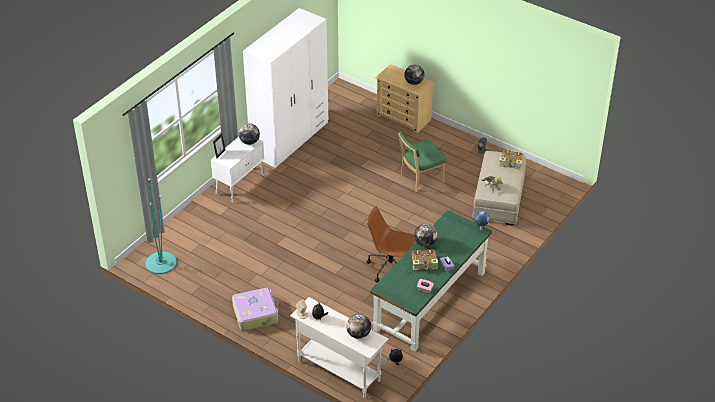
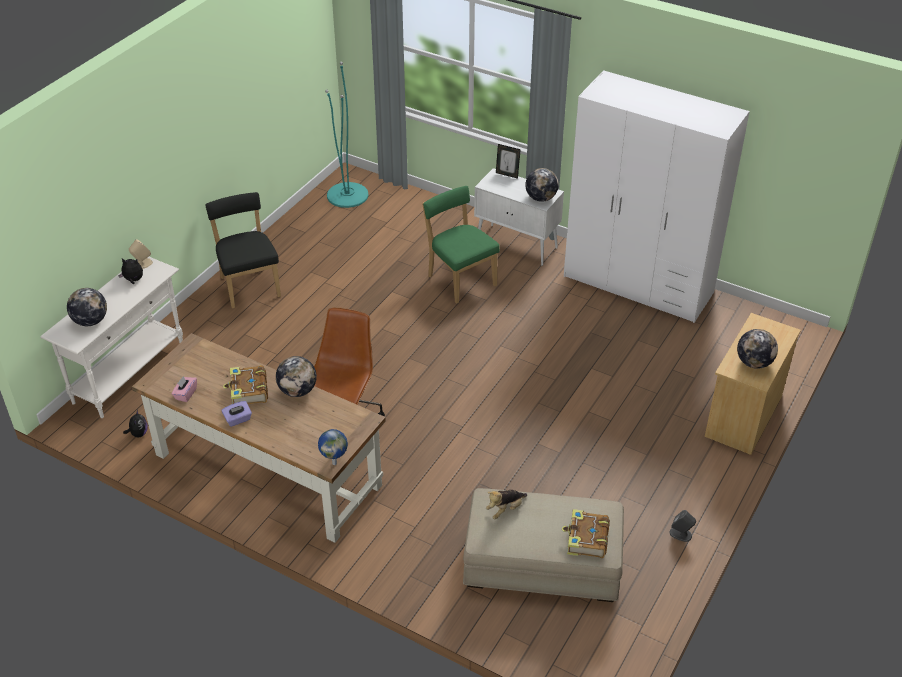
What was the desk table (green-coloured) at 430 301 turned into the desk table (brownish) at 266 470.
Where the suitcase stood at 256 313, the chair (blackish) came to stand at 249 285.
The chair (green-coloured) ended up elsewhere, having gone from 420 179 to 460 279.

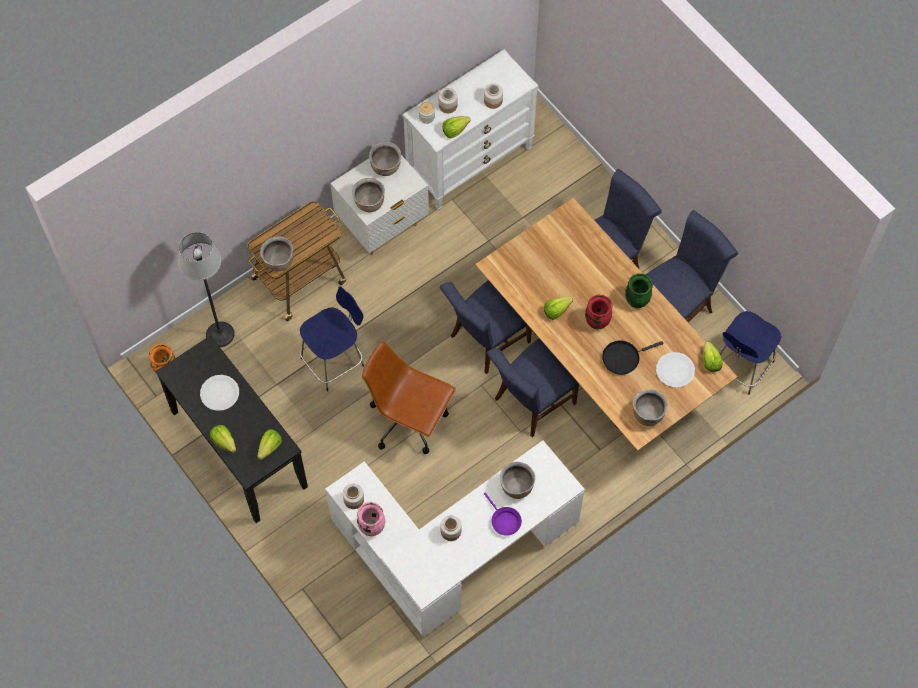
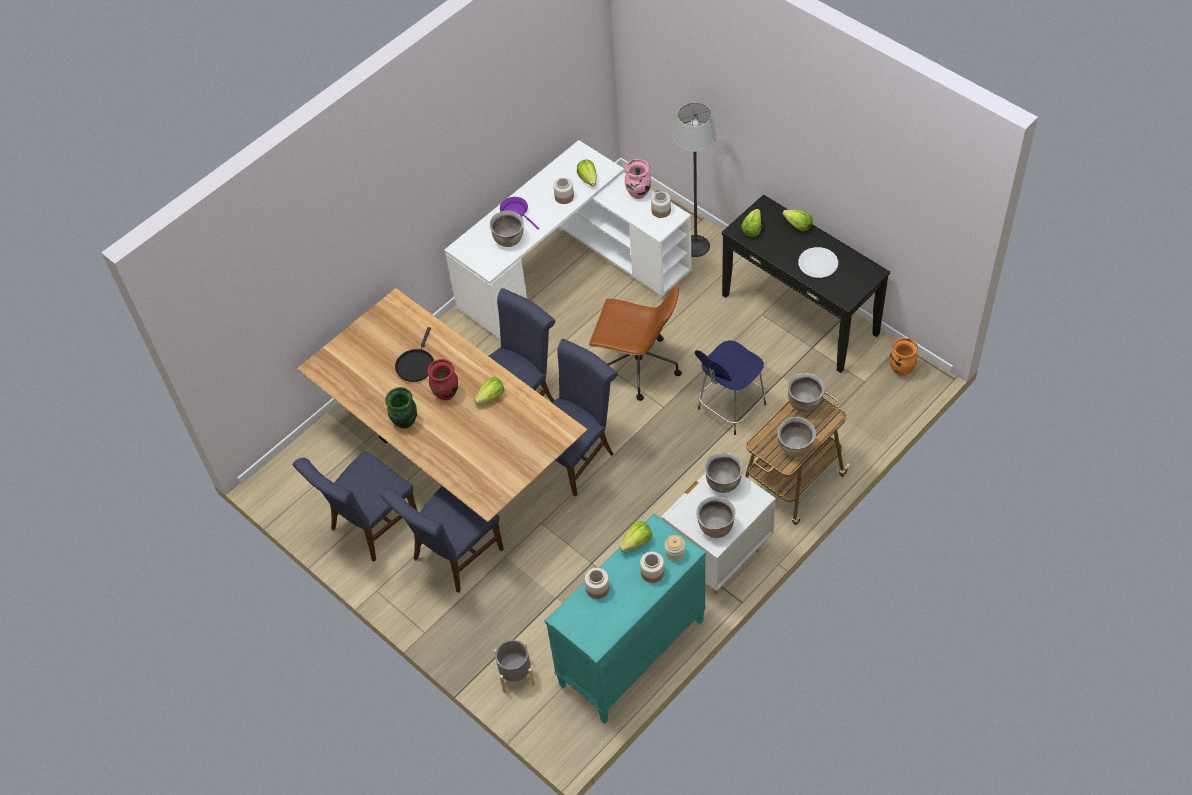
The skillet (blackish) at 623 357 ended up facing another way, 135 degrees clockwise from before.
The second view gained the flower pot (gray) at 516 675.
What was the drawer chest (white-coloured) at 470 162 turned into the drawer chest (turquoise-coloured) at 631 654.
The lettuce head ended up elsewhere, having gone from 710 362 to 588 179.
The standard lamp ended up elsewhere, having gone from 220 334 to 695 246.
The saucepot (brownish) ended up elsewhere, having gone from 647 414 to 795 447.
The second view lost the dinner plate (white-coloured) at 675 370.
The second view lost the sitting stool (blue-coloured) at 741 367.

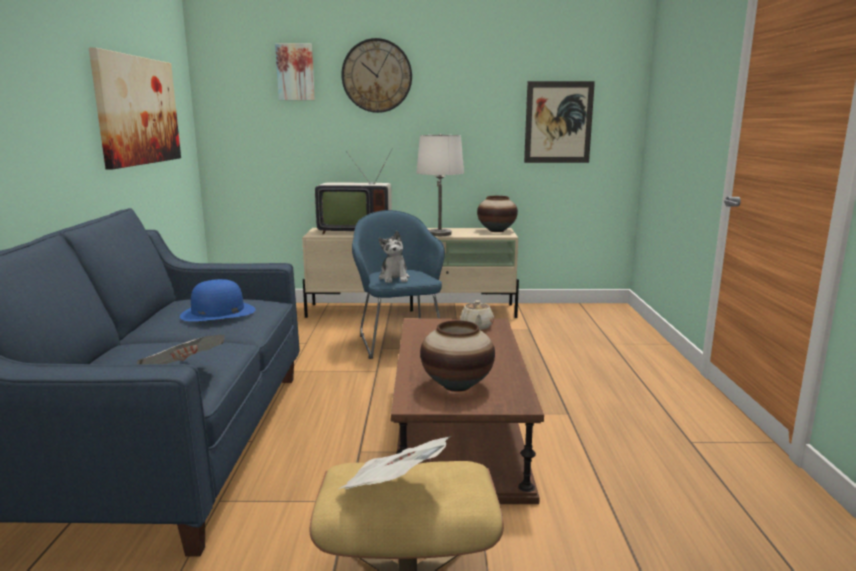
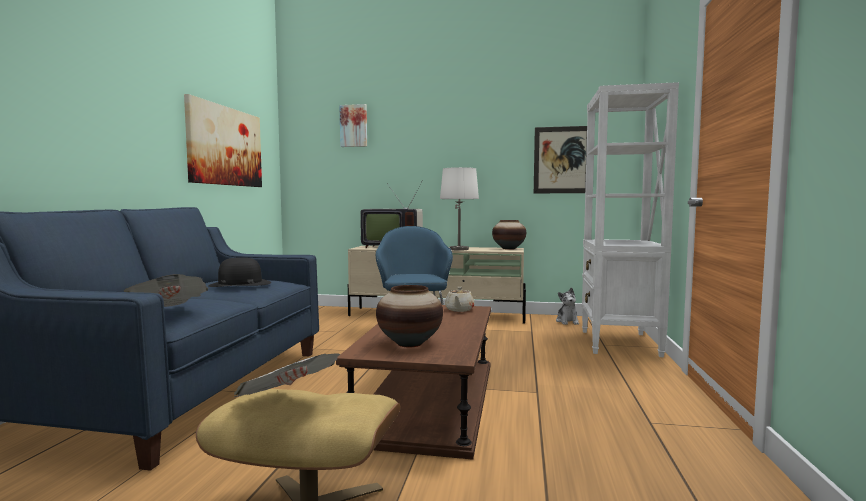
What was the hat (blue-coloured) at 217 312 turned into the hat (blackish) at 240 284.
The cuddly toy ended up elsewhere, having gone from 394 278 to 567 321.
The second view gained the bookshelf (white-coloured) at 619 343.
The second view lost the hanging clock at 377 76.

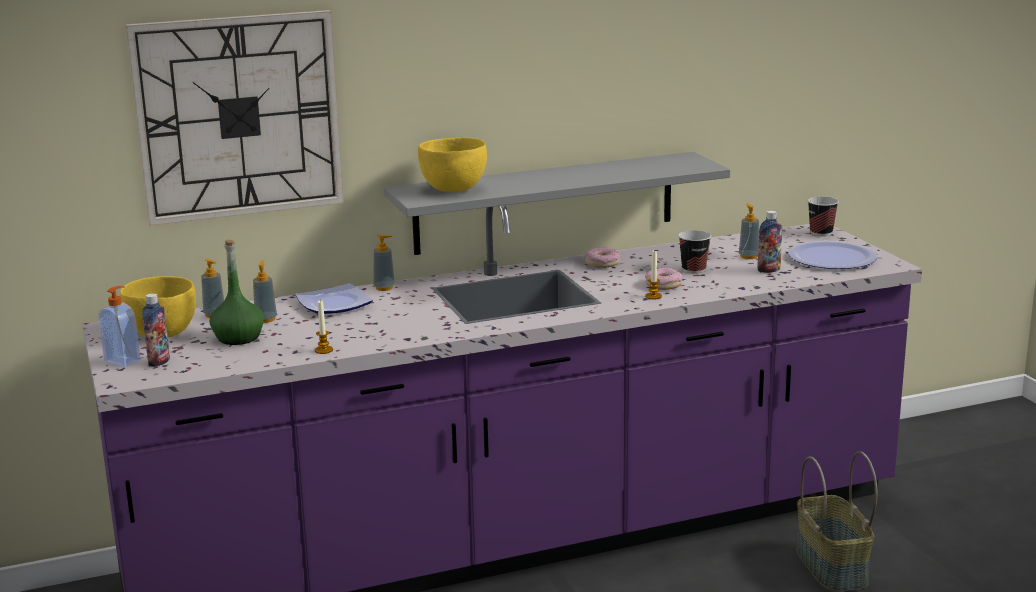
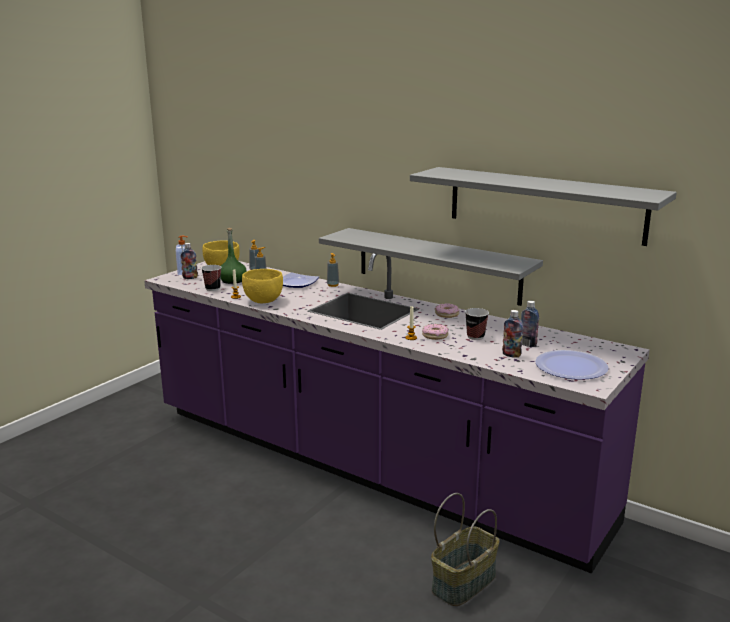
The small cup ended up elsewhere, having gone from 821 233 to 212 288.
The bowl (yellow) ended up elsewhere, having gone from 454 189 to 263 301.
The second view gained the bracket shelf (gray) at 544 204.
Where the soap bottle stood at 748 256, the beverage bottle came to stand at 528 344.
The second view lost the hanging clock at 238 116.

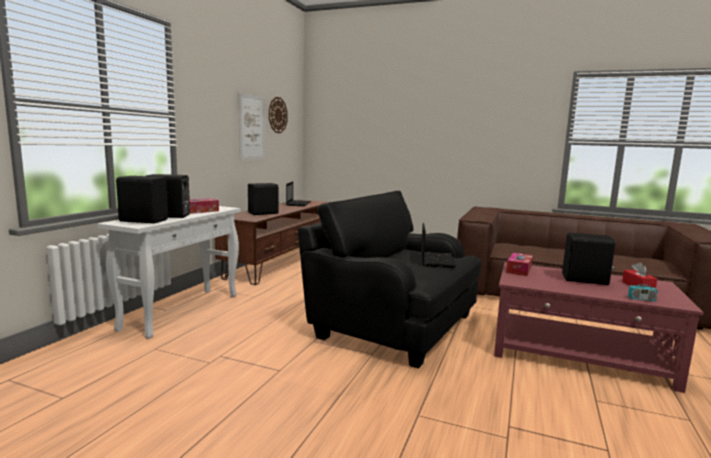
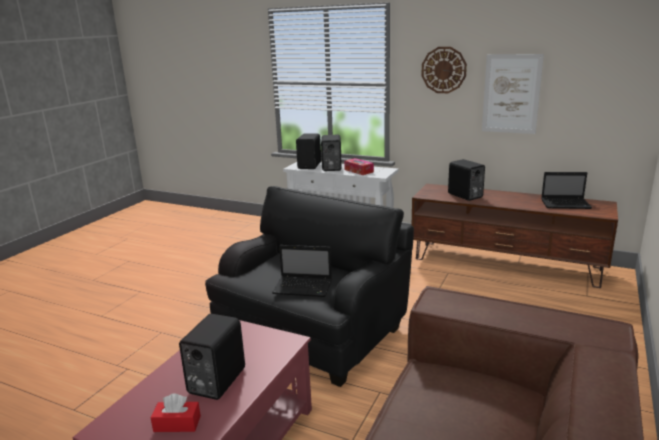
The hanging clock ended up elsewhere, having gone from 277 115 to 443 70.
The second view lost the box of tissues at 519 270.
The second view lost the radio receiver at 641 299.

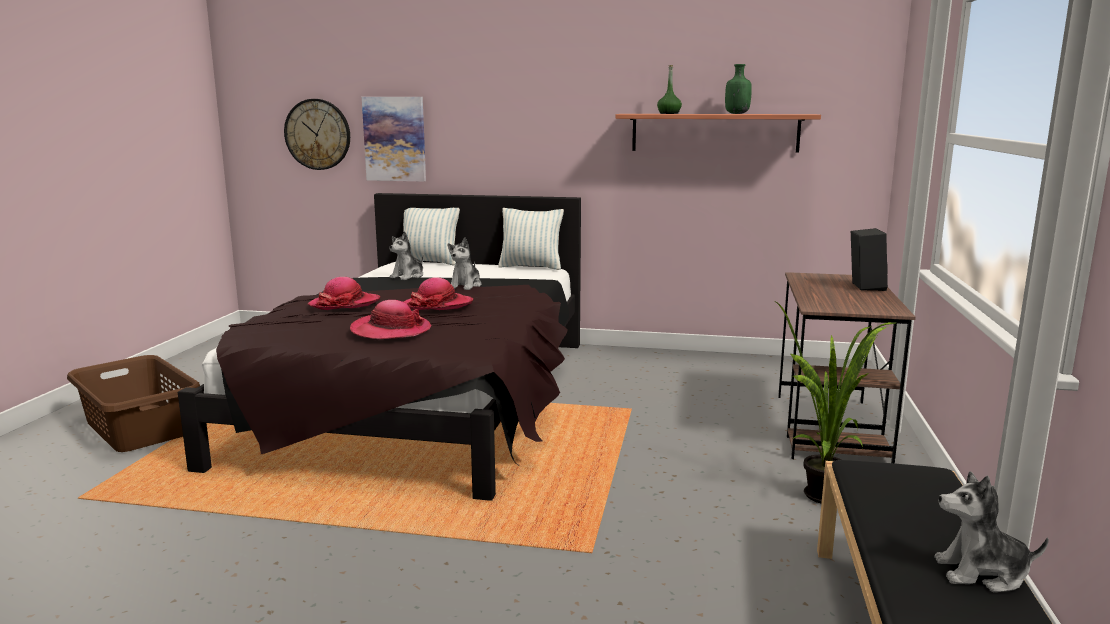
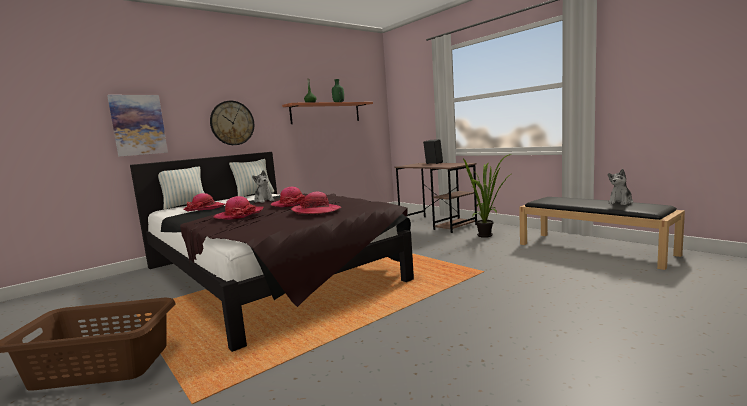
Where the cuddly toy stood at 408 276, the hat came to stand at 204 208.
The hanging clock ended up elsewhere, having gone from 317 134 to 232 123.

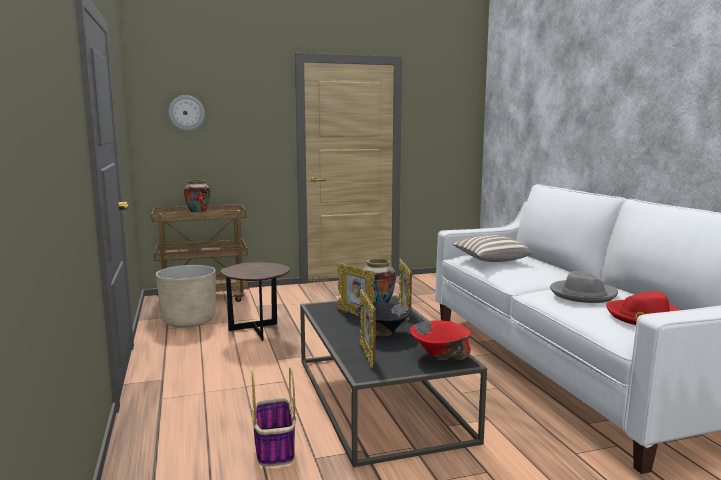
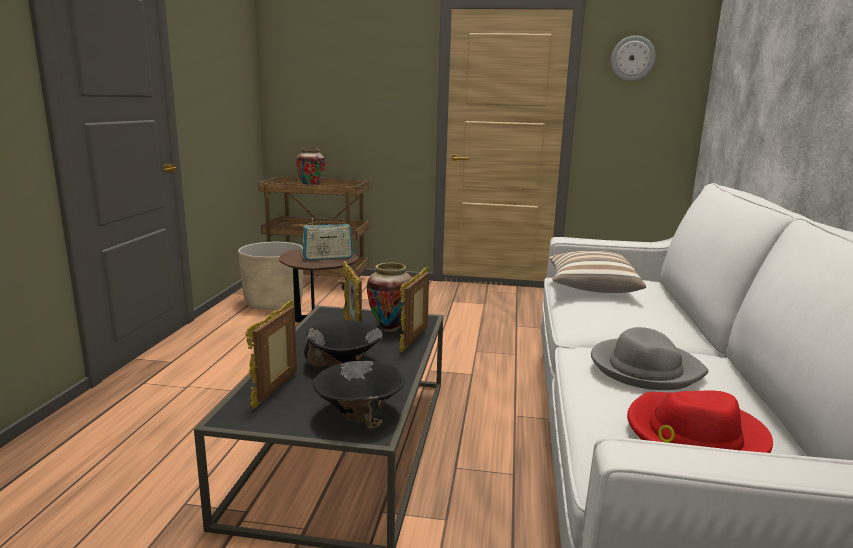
The second view gained the radio receiver at 328 257.
What was the bowl (red-coloured) at 439 355 turned into the bowl (blackish) at 360 414.
The hanging clock ended up elsewhere, having gone from 186 113 to 632 58.
The second view lost the household basket at 274 448.

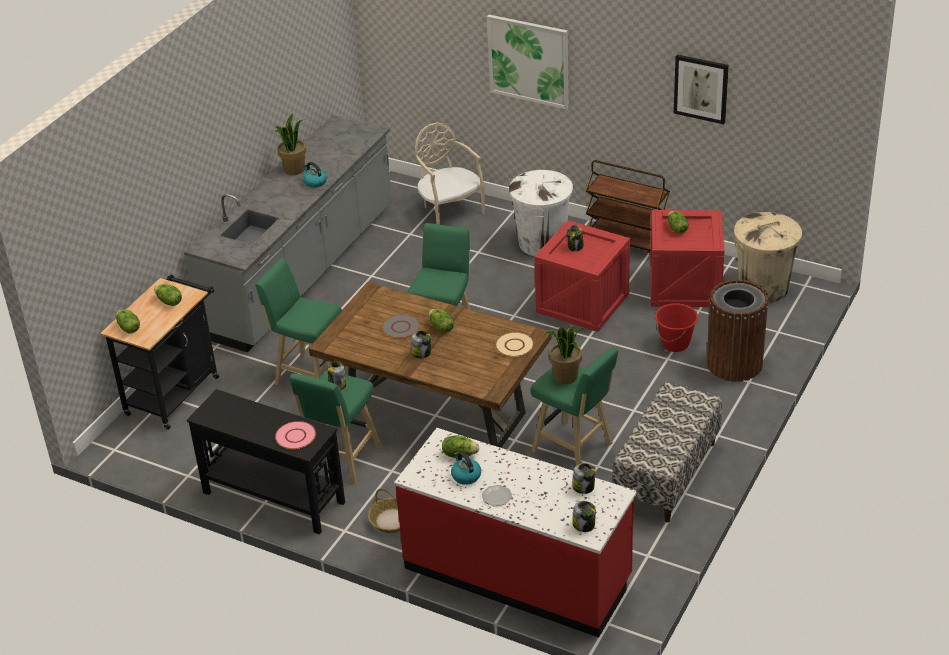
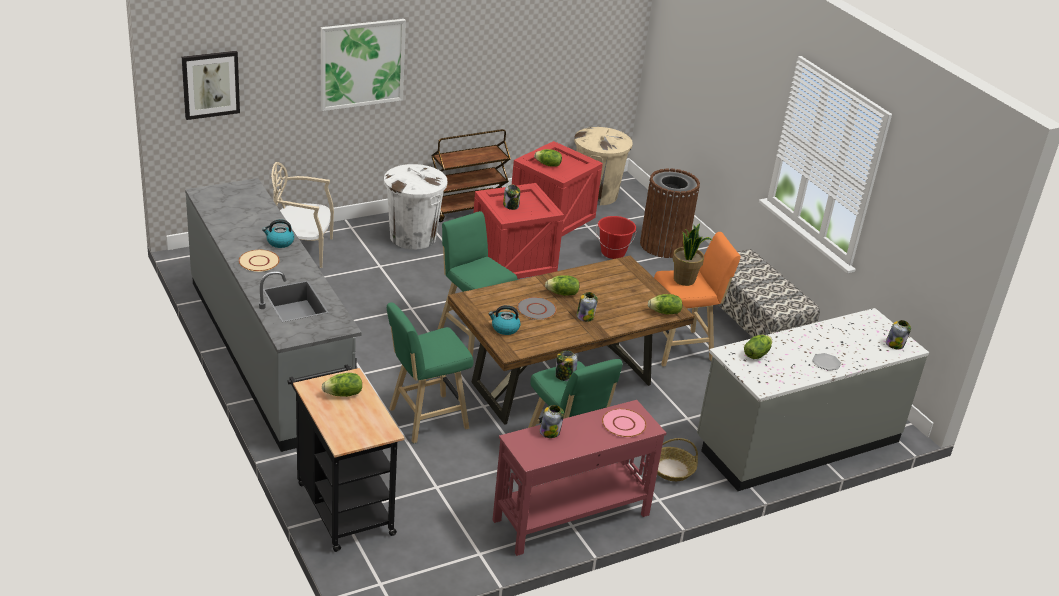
The wall art ended up elsewhere, having gone from 701 88 to 210 84.
The dinner plate (sand-coloured) ended up elsewhere, having gone from 514 345 to 258 261.
The kettle ended up elsewhere, having gone from 465 476 to 504 328.
What was the narrow table (blackish) at 273 497 turned into the narrow table (red-coloured) at 570 517.
The jar ended up elsewhere, having gone from 584 487 to 550 432.
The lettuce head ended up elsewhere, having gone from 128 328 to 665 312.
What was the sitting stool (green-coloured) at 575 449 turned into the sitting stool (orange) at 681 348.
What was the kitchen counter (red-coloured) at 518 573 turned into the kitchen counter (gray) at 796 441.
The second view lost the potted plant at 294 169.

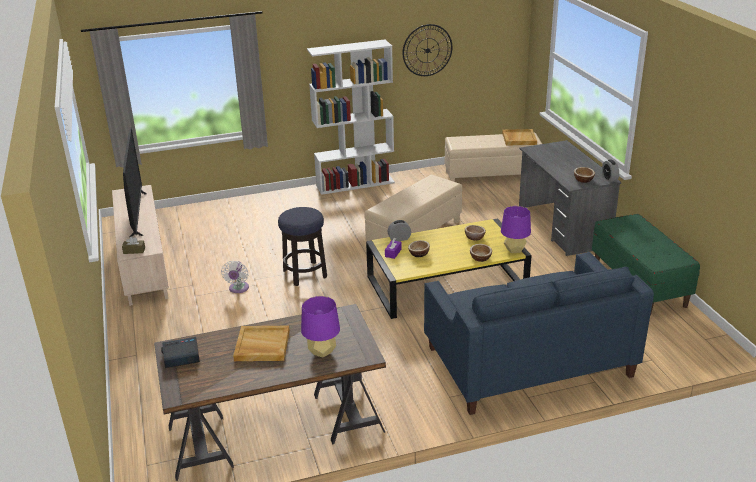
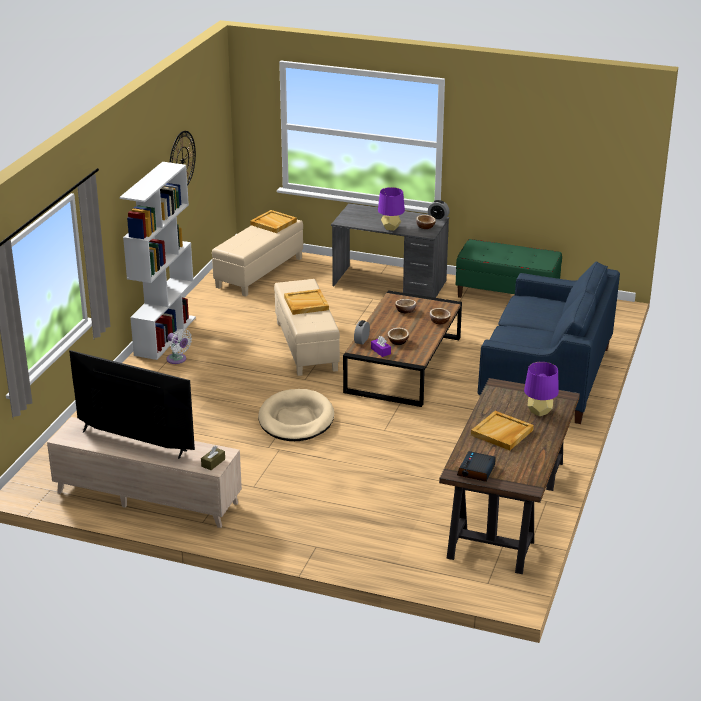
The fan (white-coloured) ended up elsewhere, having gone from 238 289 to 178 360.
Where the sitting stool stood at 305 274, the dog bed (sand-coloured) came to stand at 296 419.
The second view gained the carrying tray (sand-coloured) at 306 304.
What was the low table (yellow) at 446 284 turned into the low table (brownish) at 404 364.
The table lamp (purple) ended up elsewhere, having gone from 514 250 to 390 228.

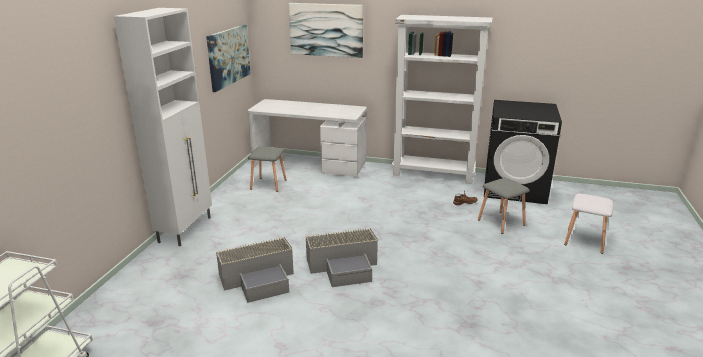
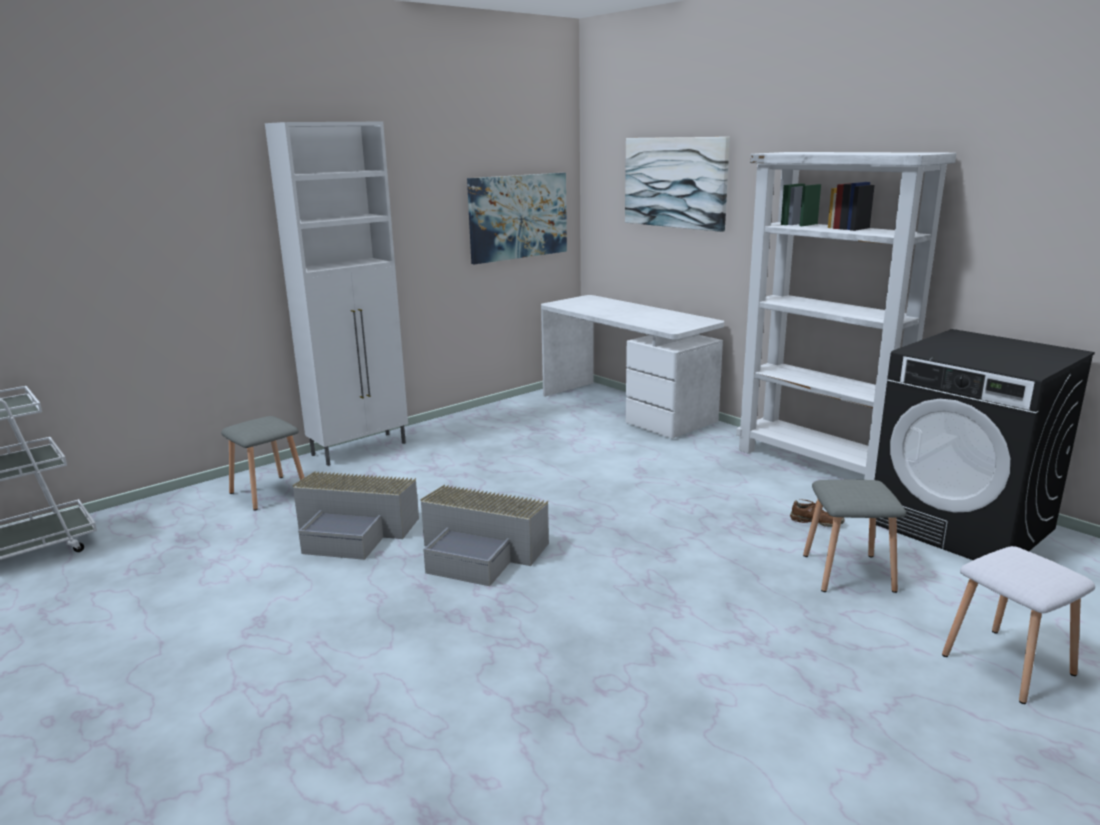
The sitting stool (gray) ended up elsewhere, having gone from 267 185 to 267 492.

